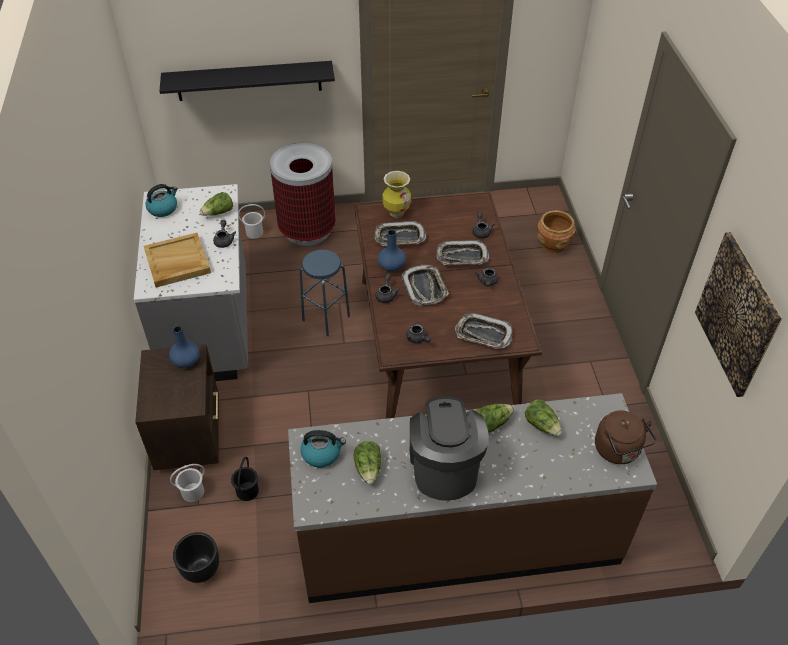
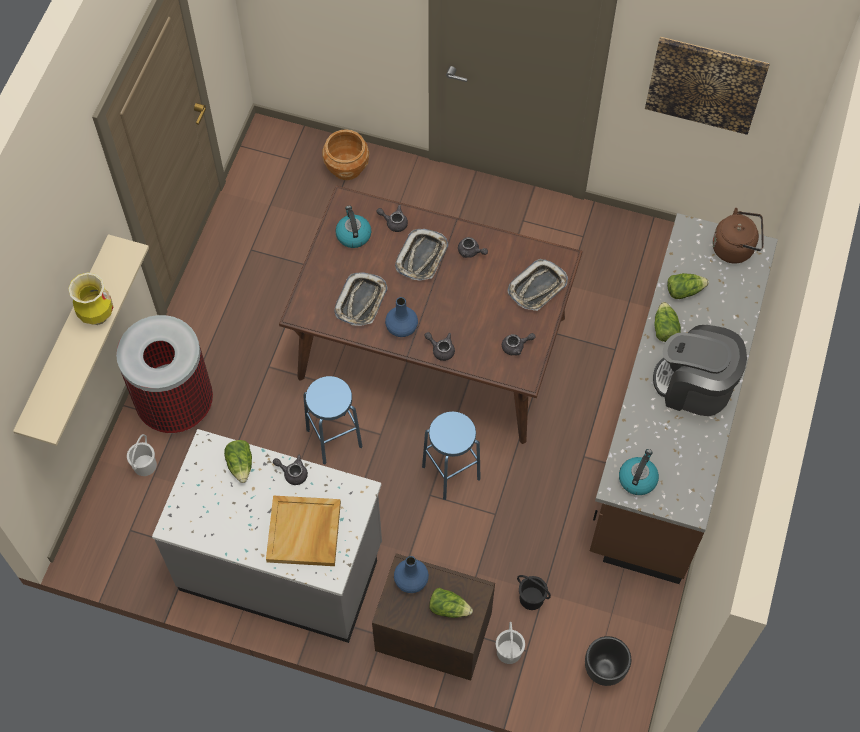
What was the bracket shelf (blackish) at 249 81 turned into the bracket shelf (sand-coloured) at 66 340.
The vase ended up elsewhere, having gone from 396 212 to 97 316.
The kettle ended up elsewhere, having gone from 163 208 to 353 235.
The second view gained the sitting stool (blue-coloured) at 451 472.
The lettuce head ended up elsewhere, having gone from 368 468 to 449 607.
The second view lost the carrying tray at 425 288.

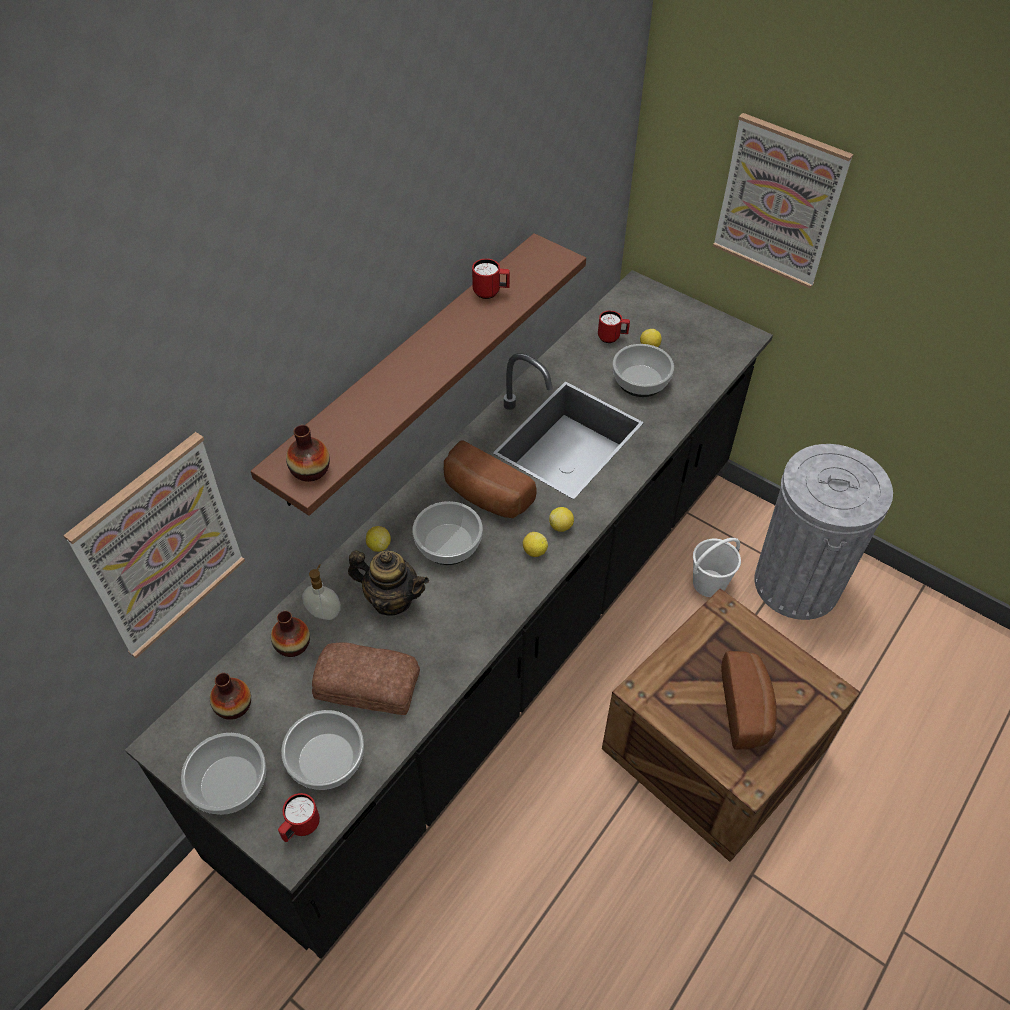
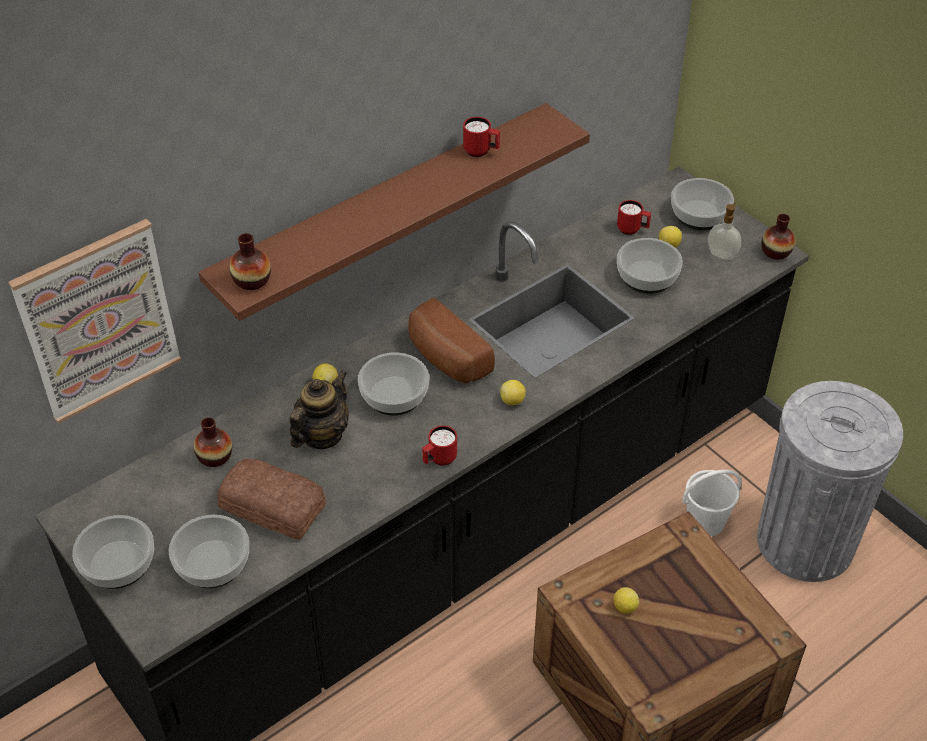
The pot for tea at 391 599 ended up facing another way, 90 degrees counterclockwise from before.
The coffee mug (red-coloured) ended up elsewhere, having gone from 300 827 to 439 459.
The citrus fruit ended up elsewhere, having gone from 534 551 to 624 607.
The second view gained the bowl at 699 214.
The soap bottle ended up elsewhere, having gone from 324 612 to 722 254.
The vase ended up elsewhere, having gone from 234 706 to 775 252.
The second view lost the wall art at 779 201.
The second view lost the bakery bread at 747 708.

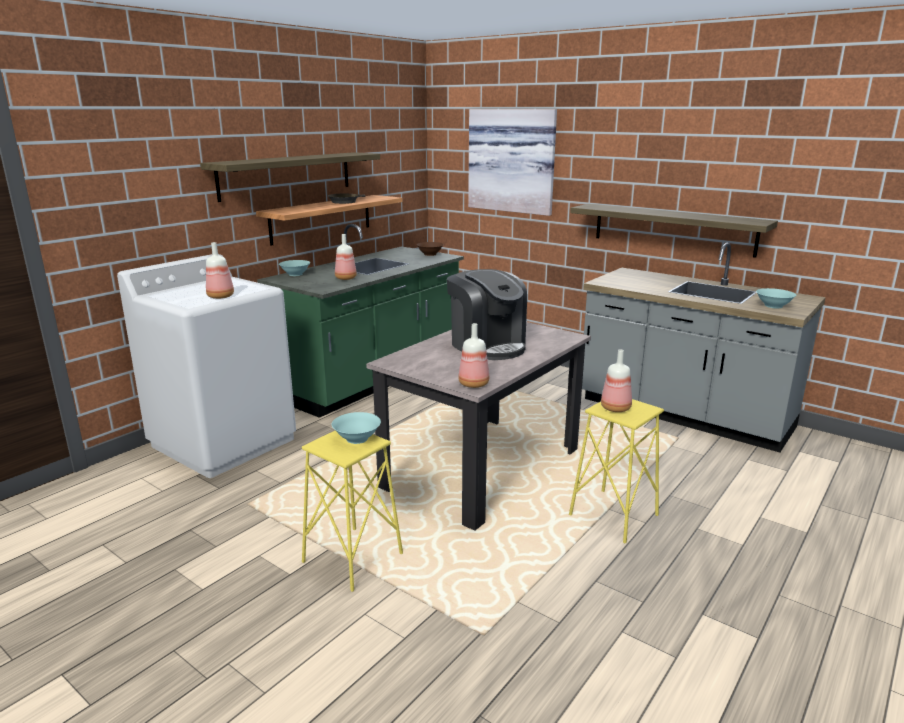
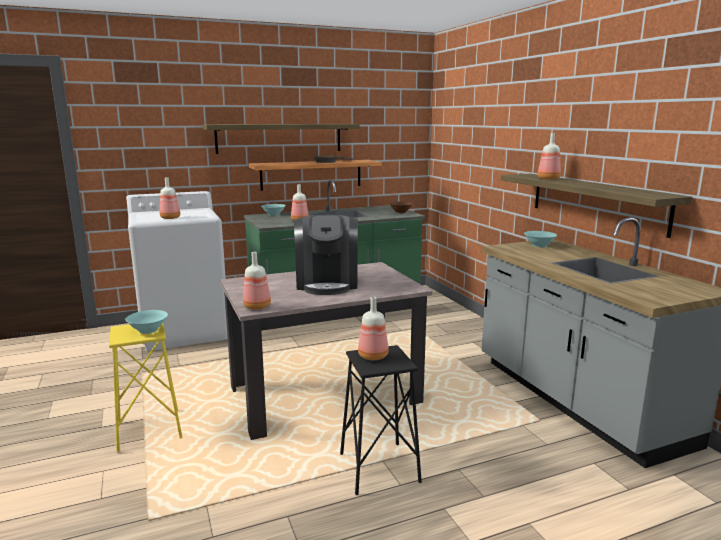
What was the sitting stool (yellow) at 613 516 turned into the sitting stool (blackish) at 378 468.
The bowl (turquoise-coloured) ended up elsewhere, having gone from 774 306 to 539 245.
The second view gained the beverage bottle at 547 179.
The second view lost the wall art at 513 161.

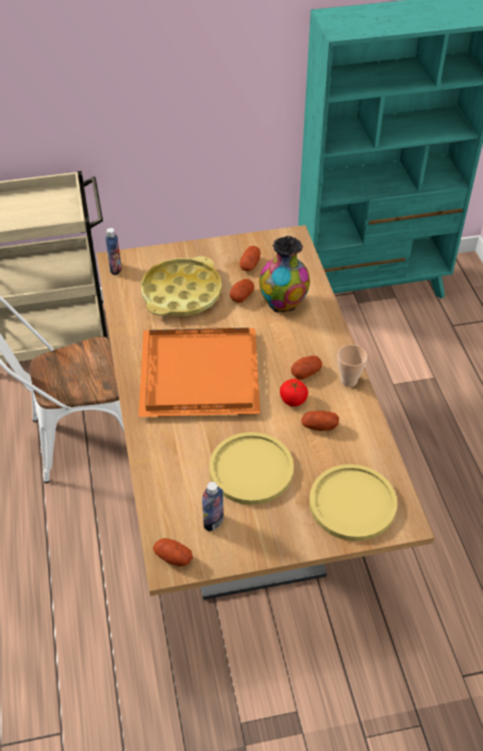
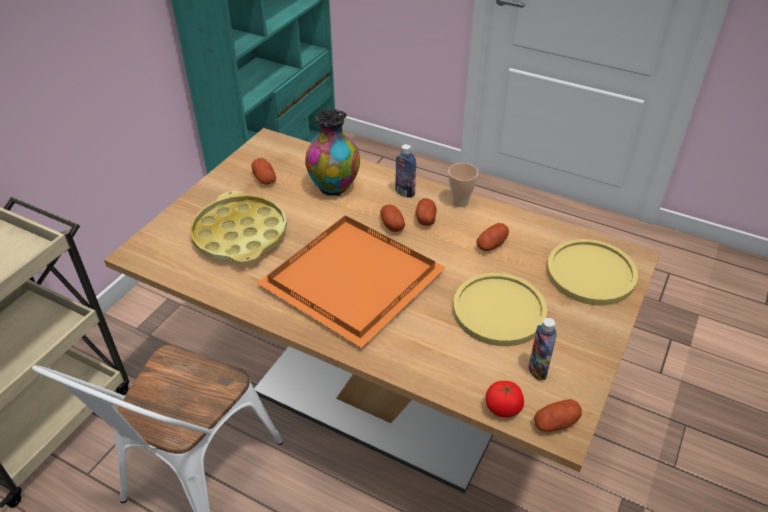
The spud ended up elsewhere, having gone from 241 296 to 392 225.
The beverage bottle ended up elsewhere, having gone from 115 269 to 405 192.
The whole tomato ended up elsewhere, having gone from 293 400 to 502 408.

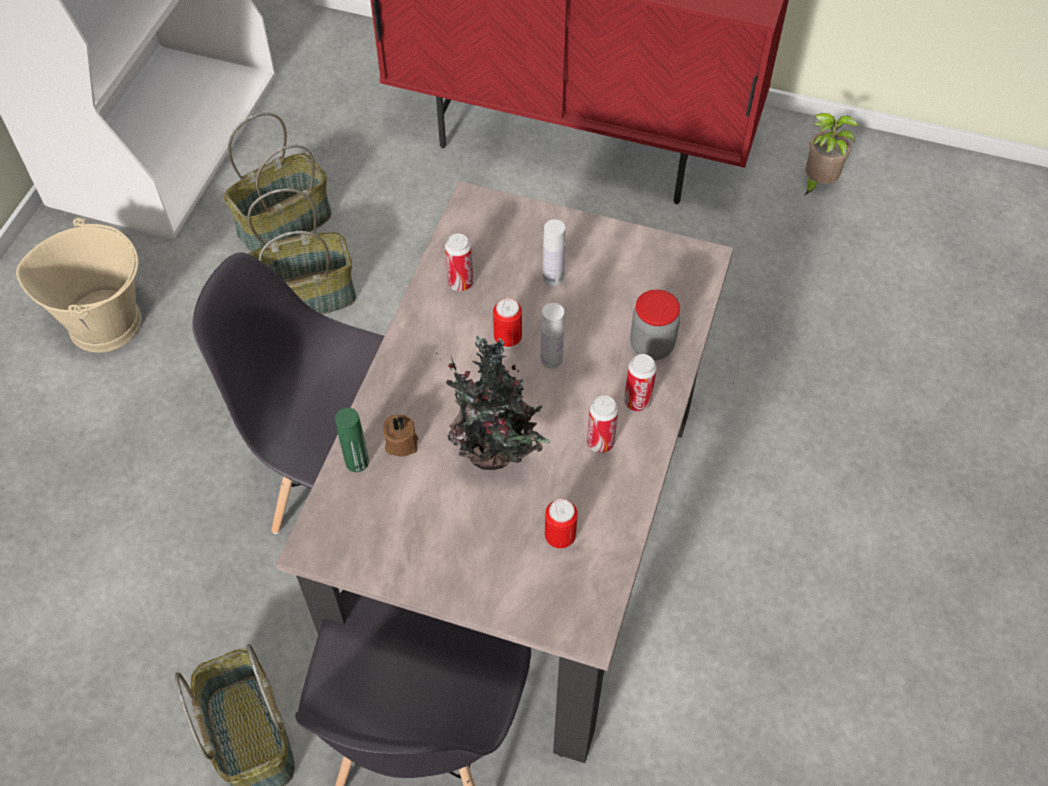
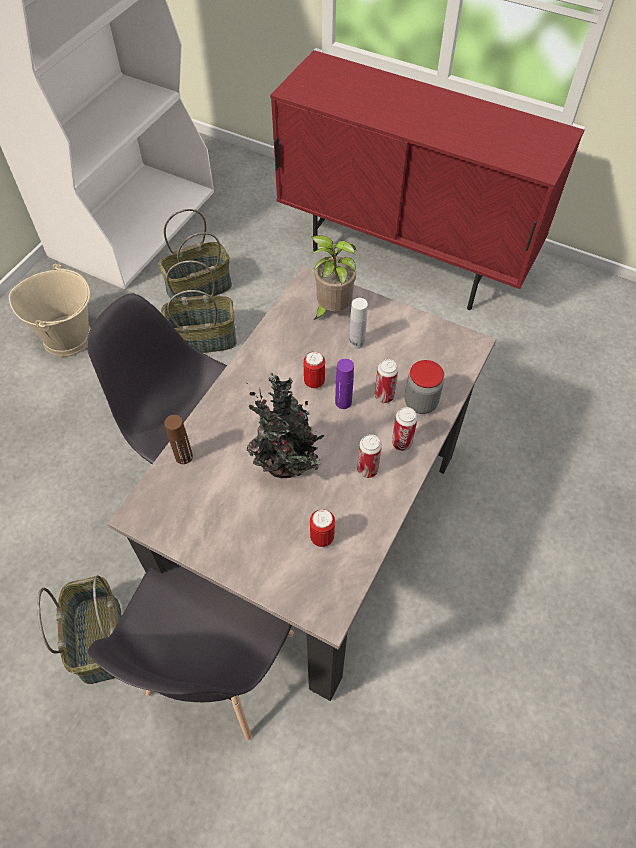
What was the beverage bottle (green-coloured) at 357 462 turned into the beverage bottle (brownish) at 184 456.
The potted plant ended up elsewhere, having gone from 817 183 to 331 310.
What was the beverage bottle (white-coloured) at 551 359 turned into the beverage bottle (purple) at 343 402.
The sealed can ended up elsewhere, having gone from 460 283 to 384 396.
The second view lost the wax light (brownish) at 400 442.

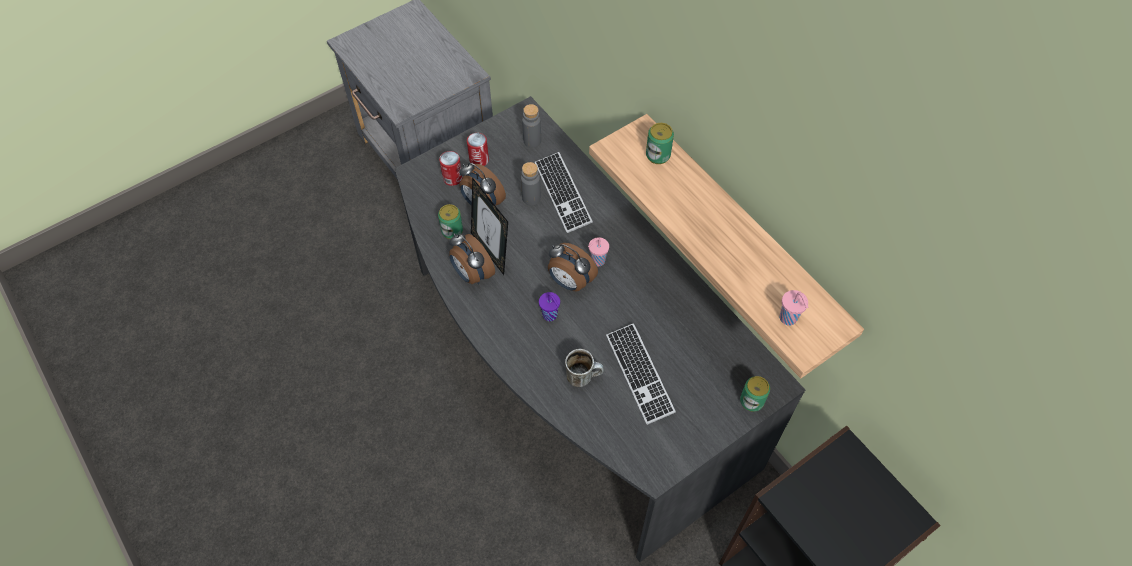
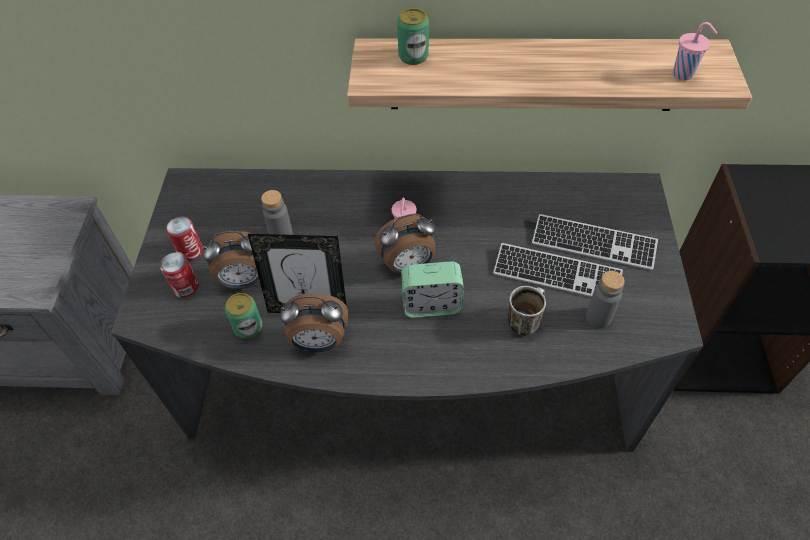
Where the small cup (purple) stood at 550 316, the alarm clock came to stand at 431 305.
The computer keyboard ended up elsewhere, having gone from 562 193 to 593 244.
The beverage bottle (gray) ended up elsewhere, having gone from 532 141 to 598 317.
The second view lost the sealed can at 751 401.

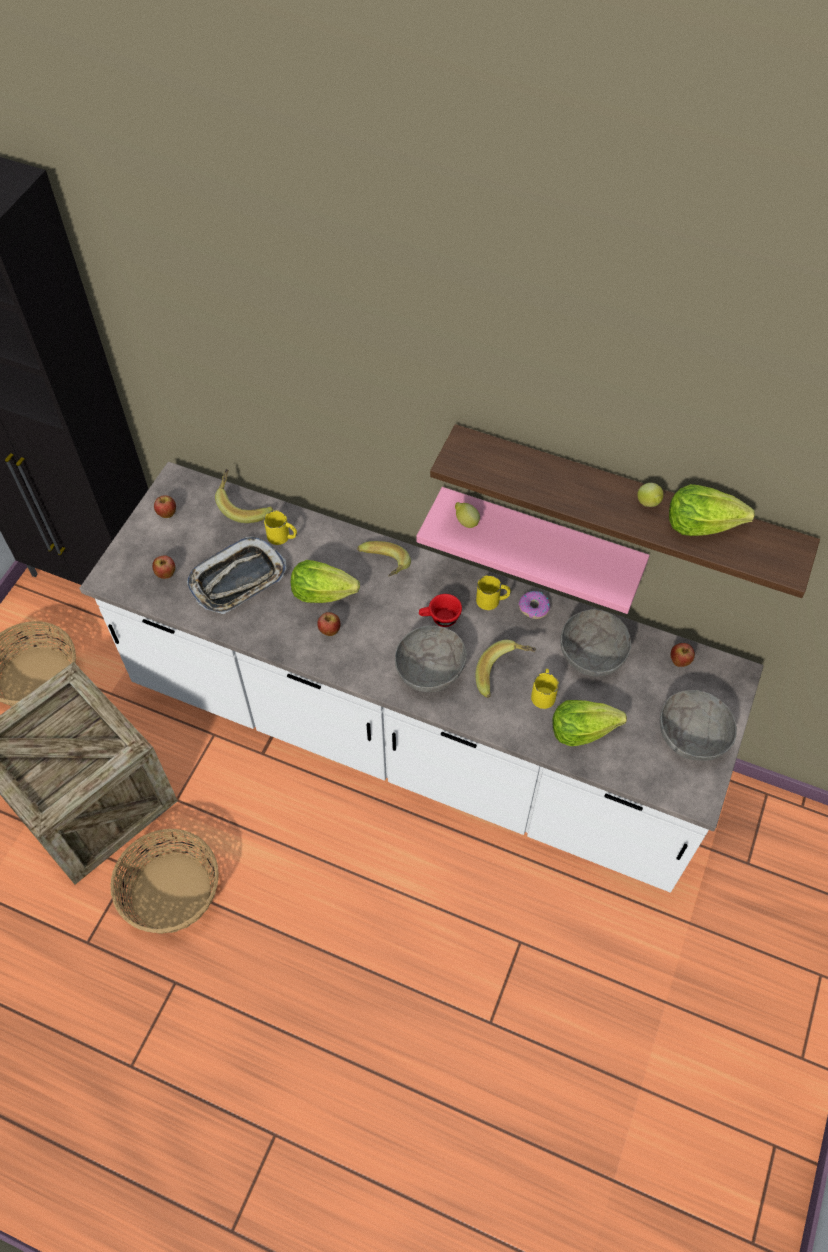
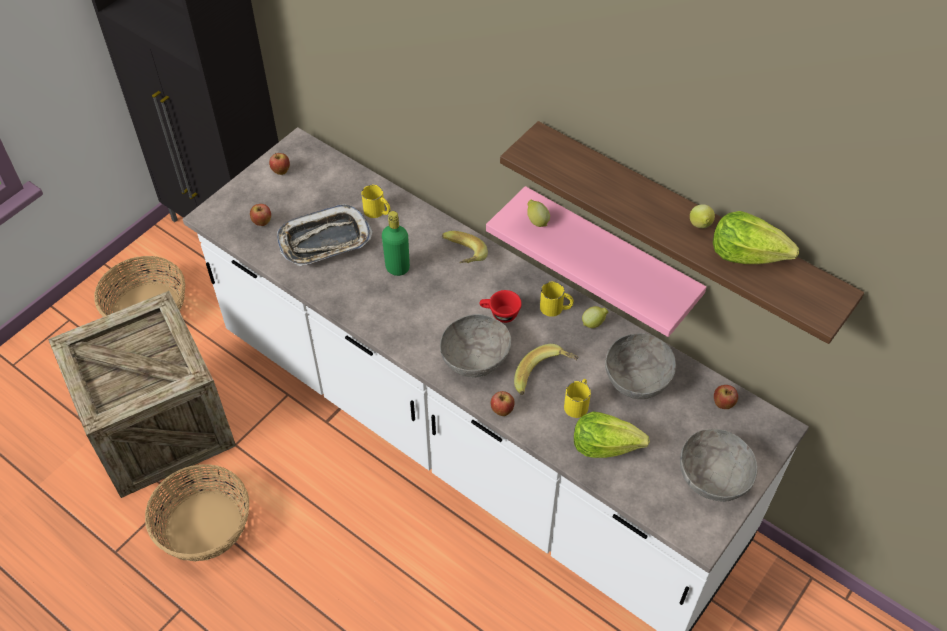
Where the lettuce head stood at 322 593, the beverage bottle (green-coloured) came to stand at 397 268.
The apple fruit ended up elsewhere, having gone from 329 631 to 502 411.
Where the doughnut stood at 534 607, the citrus fruit came to stand at 594 323.
The second view lost the whole banana at 244 505.

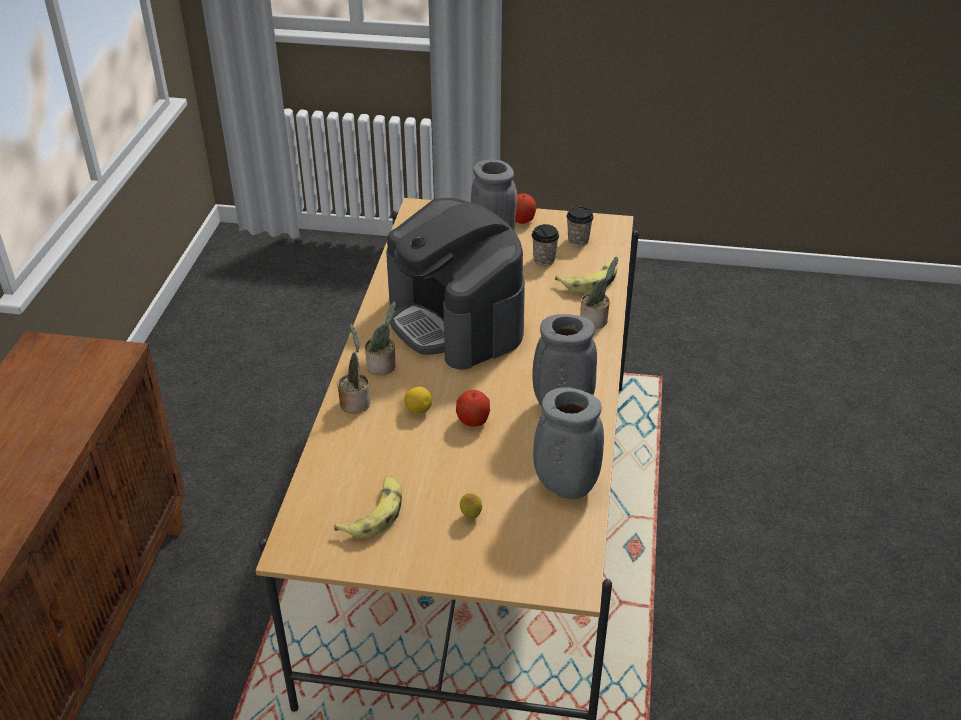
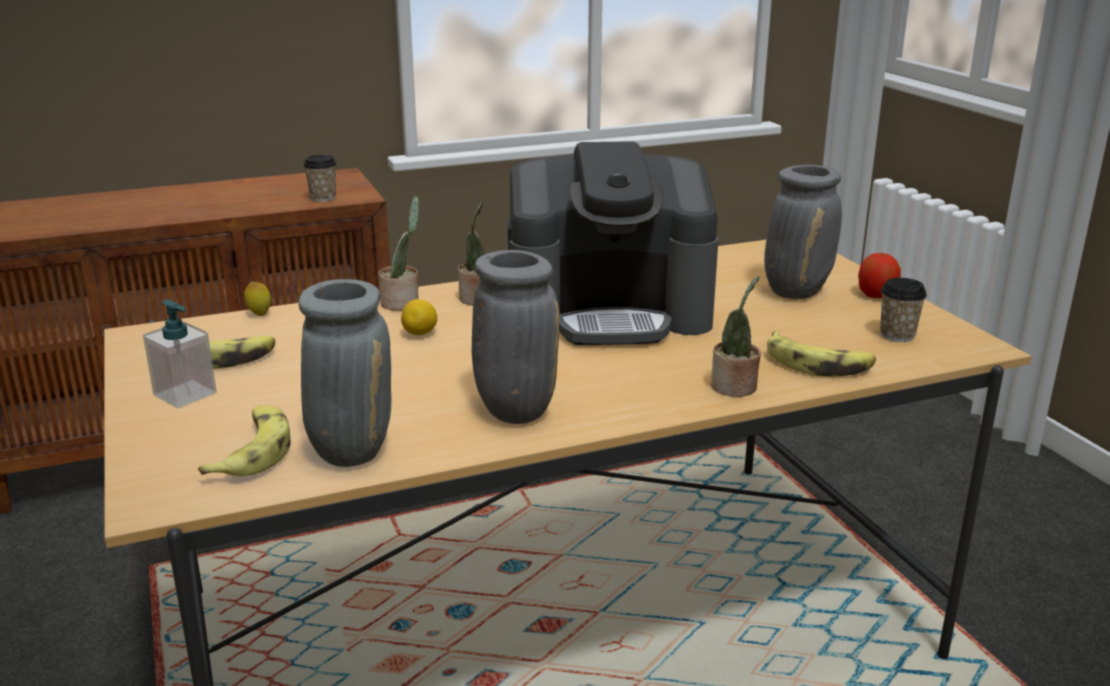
The second view gained the soap bottle at 185 394.
The second view gained the whole banana at 253 452.
The citrus fruit ended up elsewhere, having gone from 471 516 to 259 314.
The small cup ended up elsewhere, having gone from 544 259 to 323 198.
The coffee machine at 456 321 ended up facing another way, 120 degrees counterclockwise from before.
The second view lost the apple fruit at 473 421.

